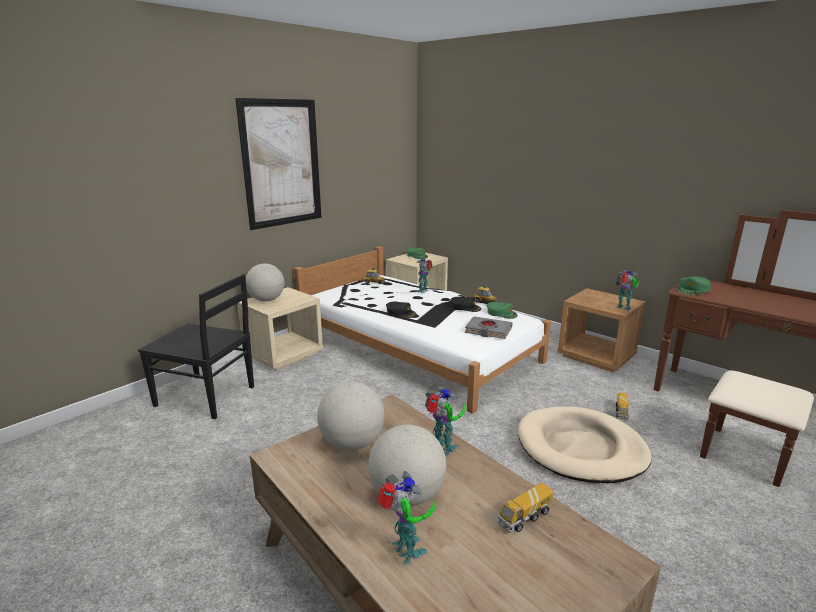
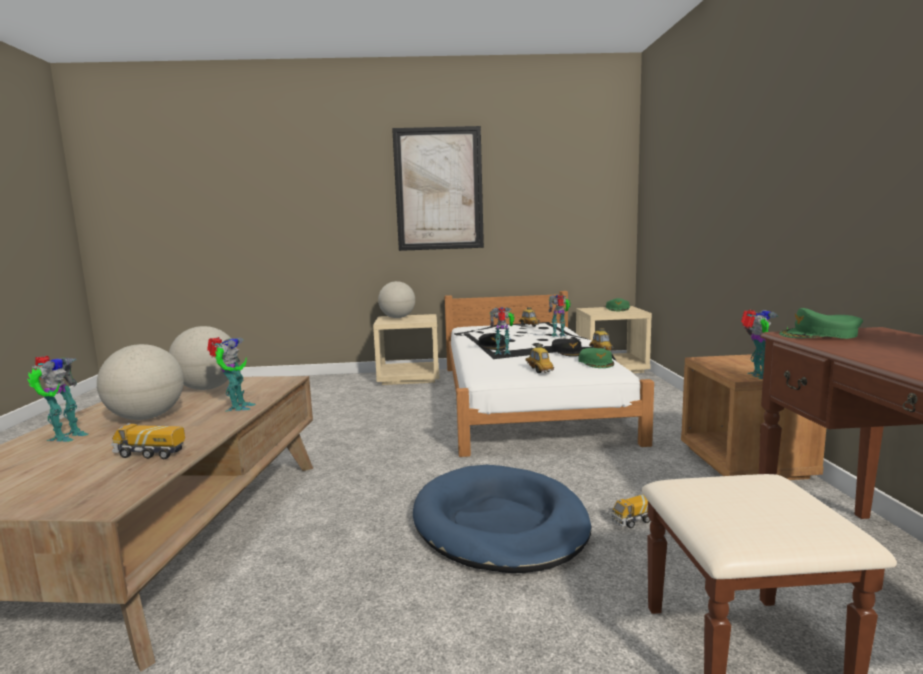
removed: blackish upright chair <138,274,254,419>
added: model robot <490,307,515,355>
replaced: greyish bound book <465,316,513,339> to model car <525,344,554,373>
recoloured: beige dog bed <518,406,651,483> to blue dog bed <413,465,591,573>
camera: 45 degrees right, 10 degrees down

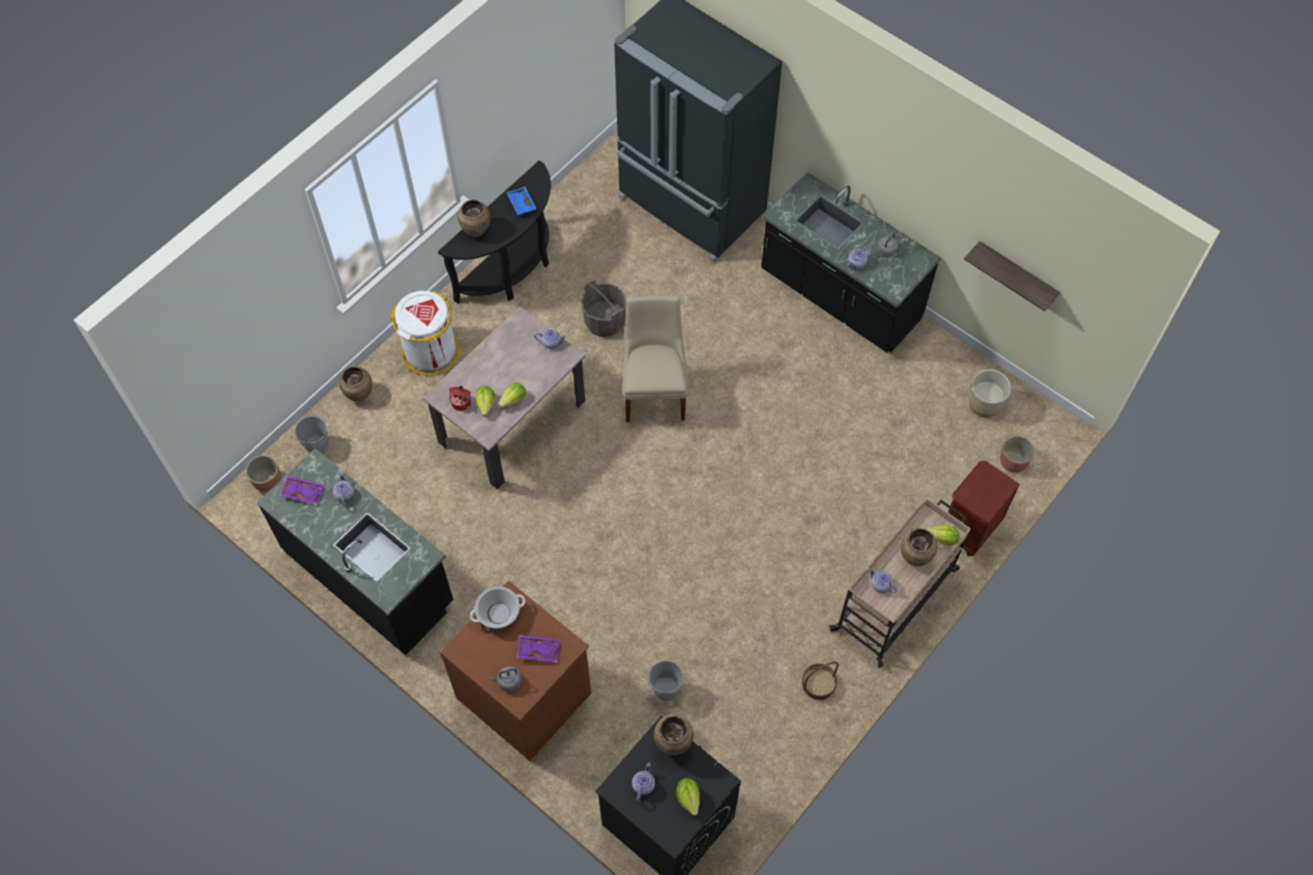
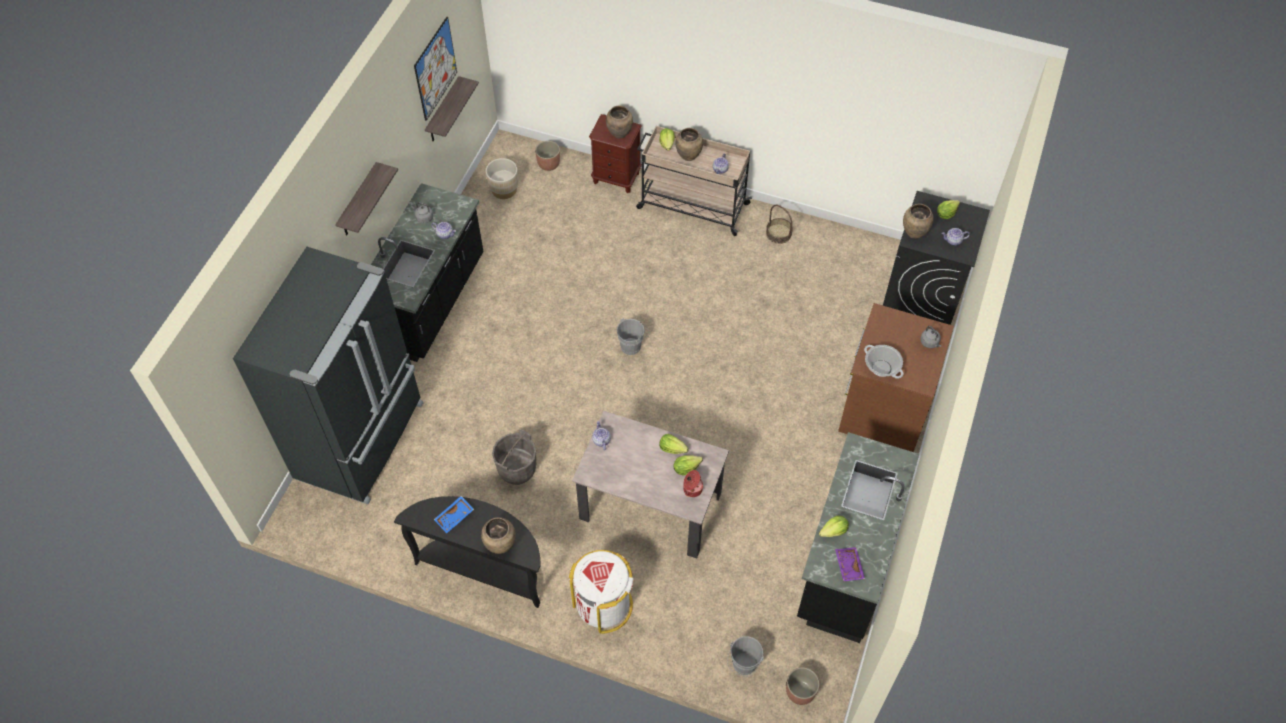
removed: purple-coloured carrying tray <517,635,560,662>; beige upright chair <623,295,688,422>
added: bracket shelf <335,162,398,235>; picture <414,17,457,121>
moved: brown flower vase <339,366,372,401> to <606,105,633,138>; greyish water bucket <647,660,685,703> to <617,318,649,355>
replaced: pot for tea <333,473,354,506> to head of lettuce <819,516,849,537>
camera: 110 degrees left, 5 degrees down

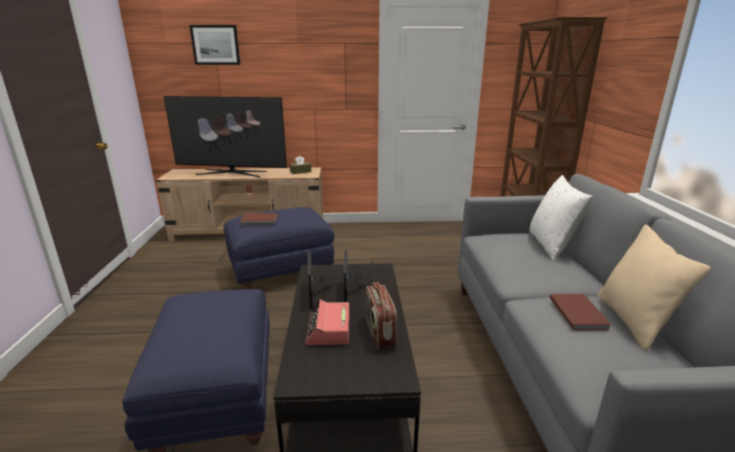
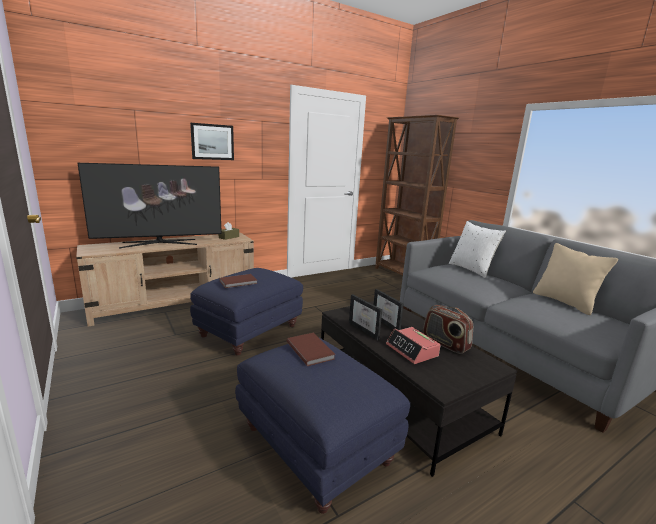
moved: picture <190,25,240,65> to <190,123,234,160>; brown bound book <550,294,611,330> to <287,333,335,366>
camera: 30 degrees left, 5 degrees down

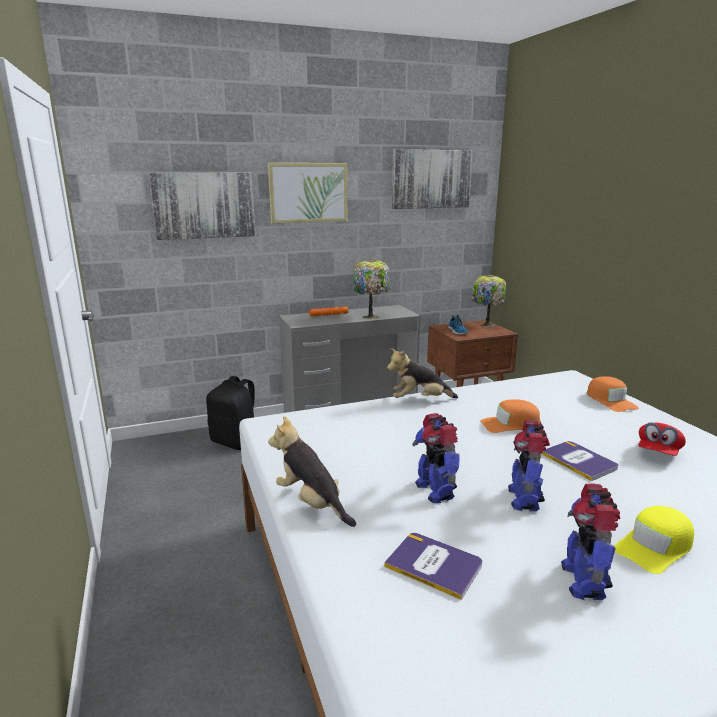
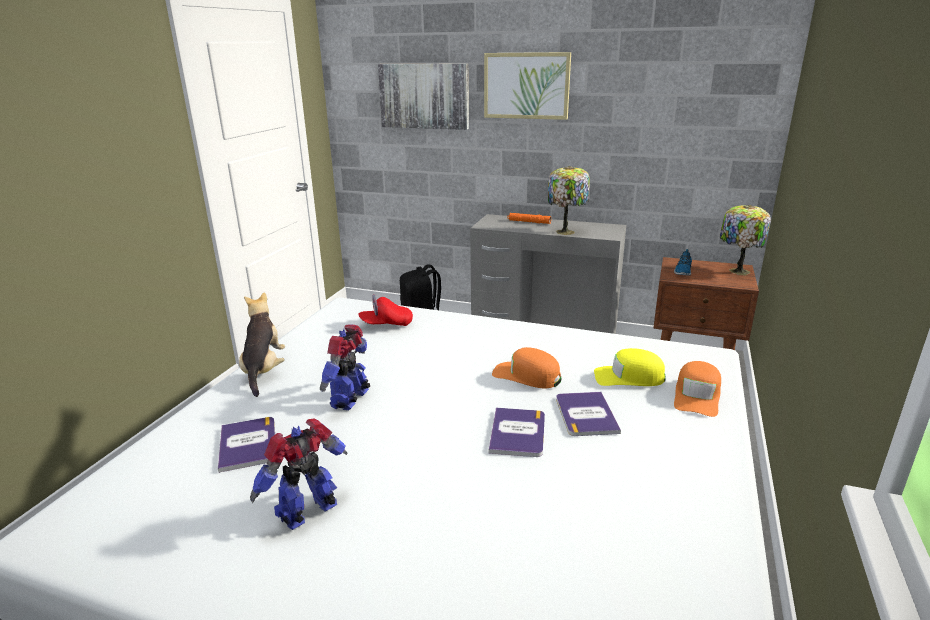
removed: plush toy <387,348,458,399>; picture <392,149,473,209>; model robot <508,420,550,511>
added: bound book <556,392,621,436>
moved: red-coloured cap <638,423,686,456> to <358,294,413,326>; yellow-coloured cap <615,506,694,574> to <594,348,666,386>
camera: 40 degrees right, 5 degrees up

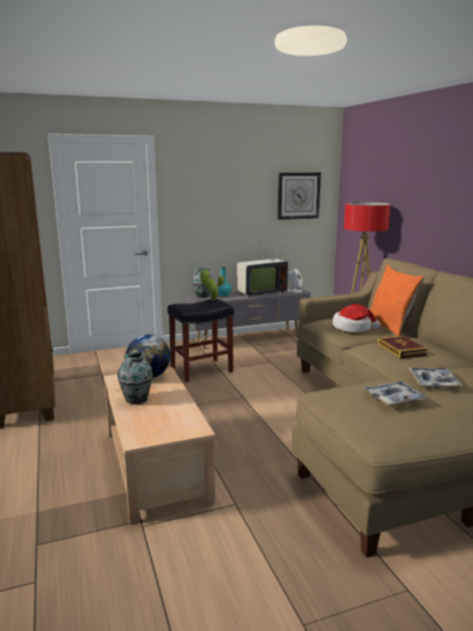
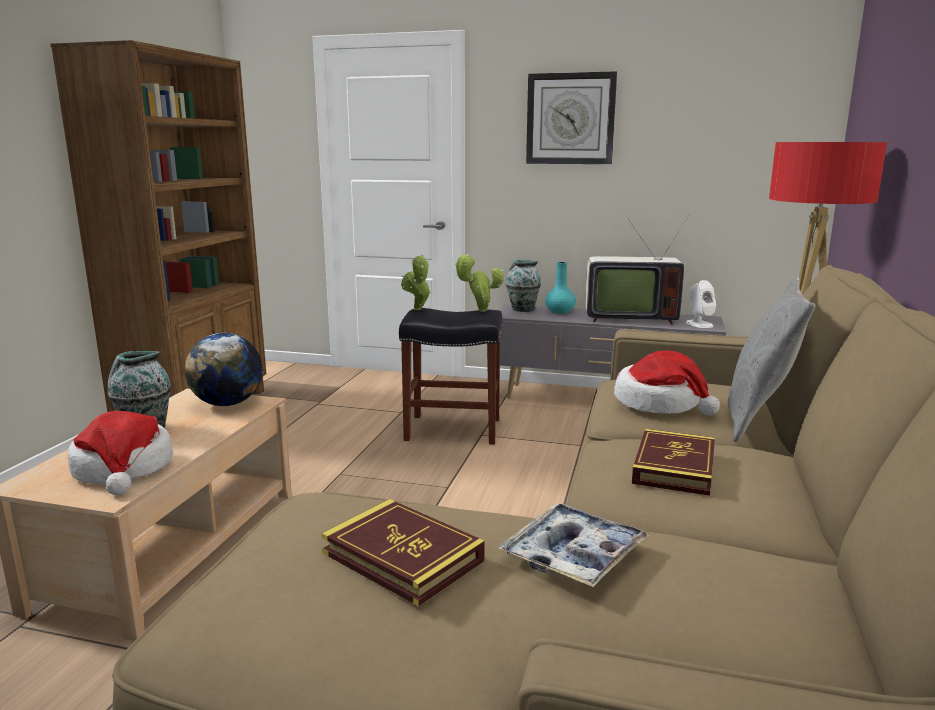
added: clothing hat <68,411,172,495>; plant in a pot <401,255,431,310>
moved: hanging clock <277,172,321,220> to <526,71,617,164>
replaced: carrying tray <364,381,429,406> to bound book <322,499,485,606>
recoloured: orangey cushion <370,265,424,336> to greyish cushion <728,276,816,442>
camera: 35 degrees right, 0 degrees up

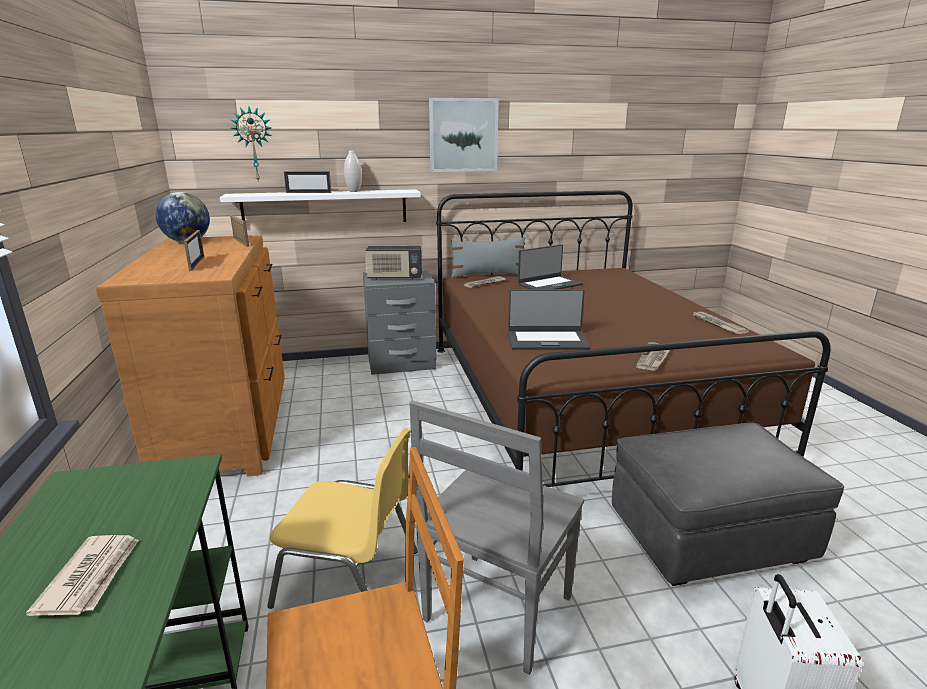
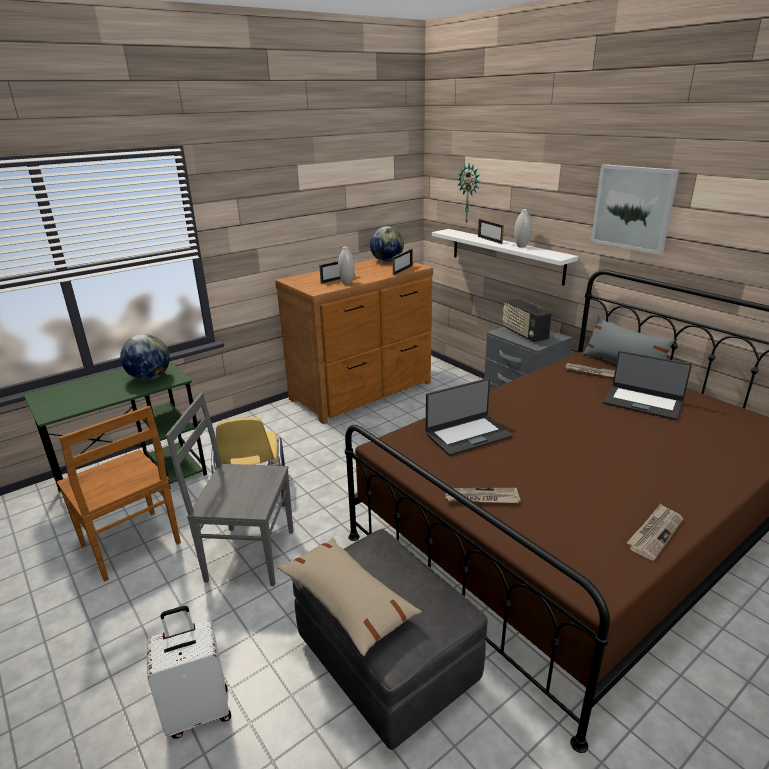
removed: daily paper <26,535,139,616>
added: globe <120,334,170,380>; beige cushion <278,538,422,656>; white flower vase <338,246,355,284>
turned: portable computer <508,289,590,350> = <426,378,513,456> 90 degrees counterclockwise
camera: 65 degrees right, 5 degrees up

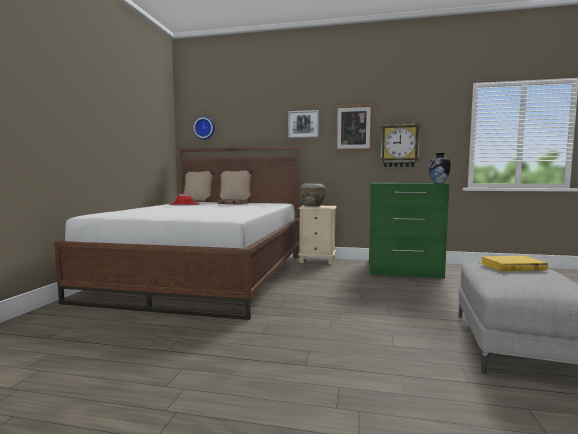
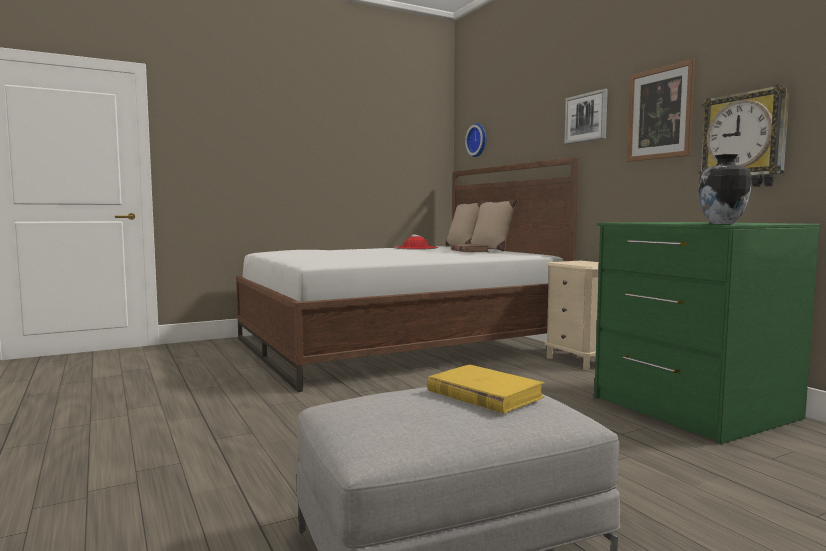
removed: beige flower vase <300,182,326,206>
camera: 50 degrees right, 0 degrees up

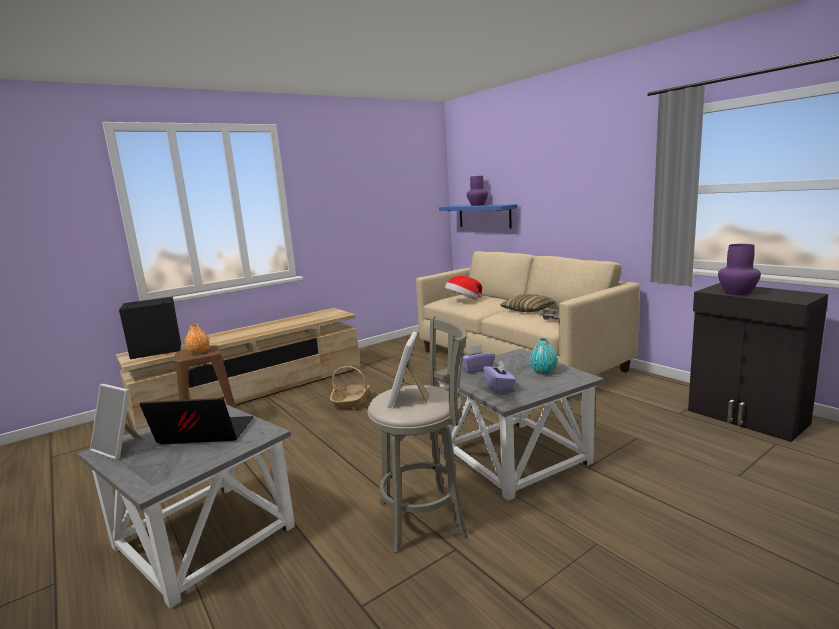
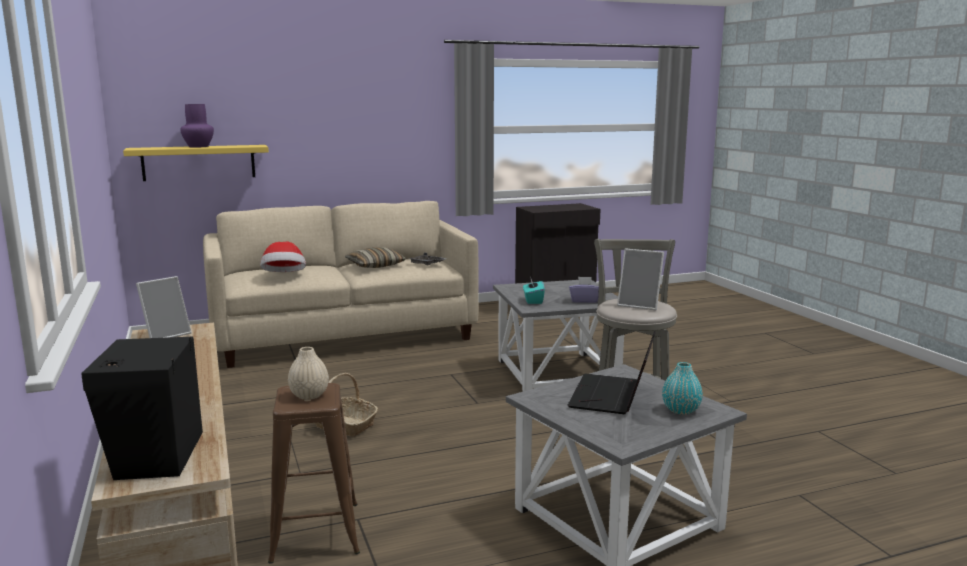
removed: purple-coloured flower vase <718,244,761,295>
moved: standing frame <90,384,145,460> to <136,276,192,338>; blue-green flower vase <530,338,558,374> to <662,362,703,415>
recoloured: blue bracket shelf <439,204,518,228> to yellow-coloured bracket shelf <123,145,269,181>; orangey flower vase <185,324,210,354> to beige flower vase <288,347,329,400>; purple-coloured tissue holder <462,344,495,374> to blue-green tissue holder <523,276,545,304>
camera: 75 degrees left, 0 degrees up

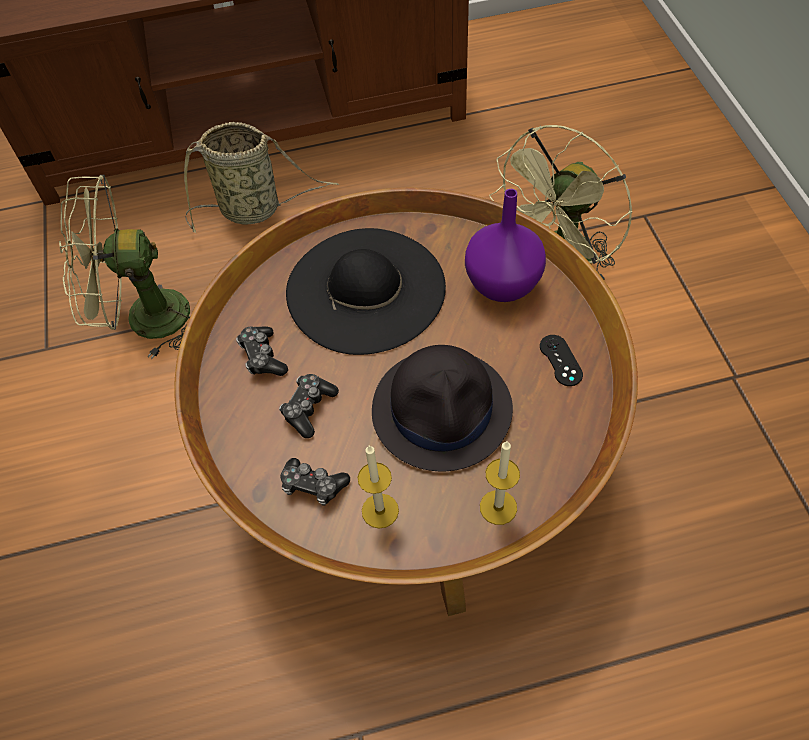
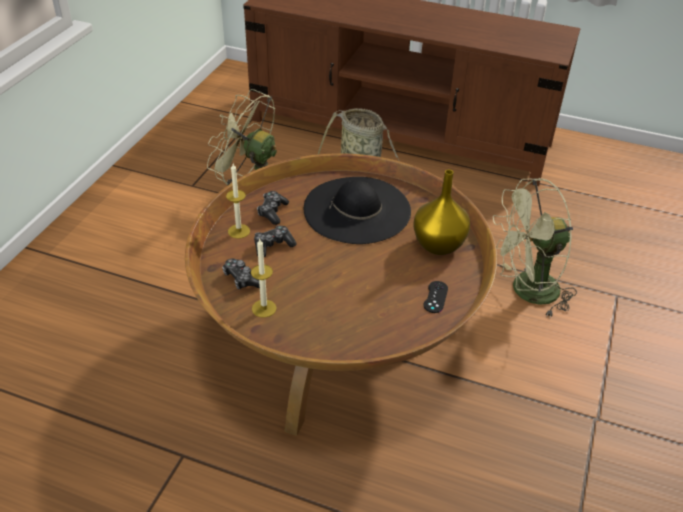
removed: blackish clothing hat <372,345,513,471>
moved: wax candle <480,441,520,525> to <226,164,250,239>
recoloured: purple-coloured flower vase <465,189,546,302> to yellow-coloured flower vase <413,170,470,255>
camera: 30 degrees right, 15 degrees down

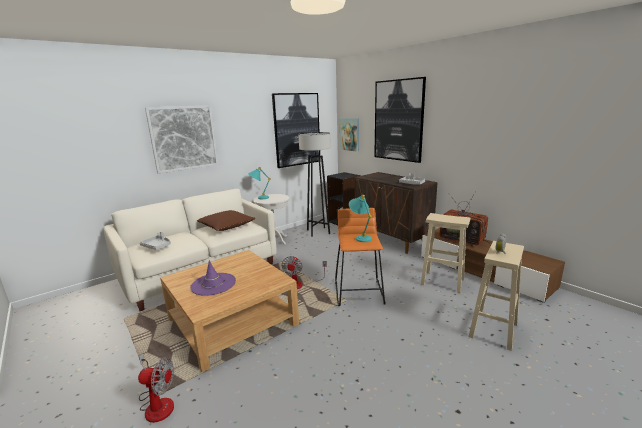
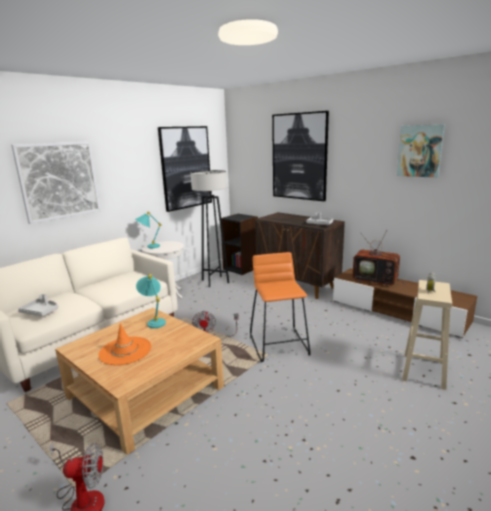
removed: brown cushion <197,210,255,231>; beige sitting stool <421,213,470,293>
moved: blue-green tabletop lamp <349,195,372,242> to <136,274,166,328>; picture <340,118,359,152> to <397,124,445,178>
recoloured: purple-coloured clothing hat <190,260,236,296> to orangey clothing hat <98,323,151,365>
camera: 10 degrees left, 0 degrees up

